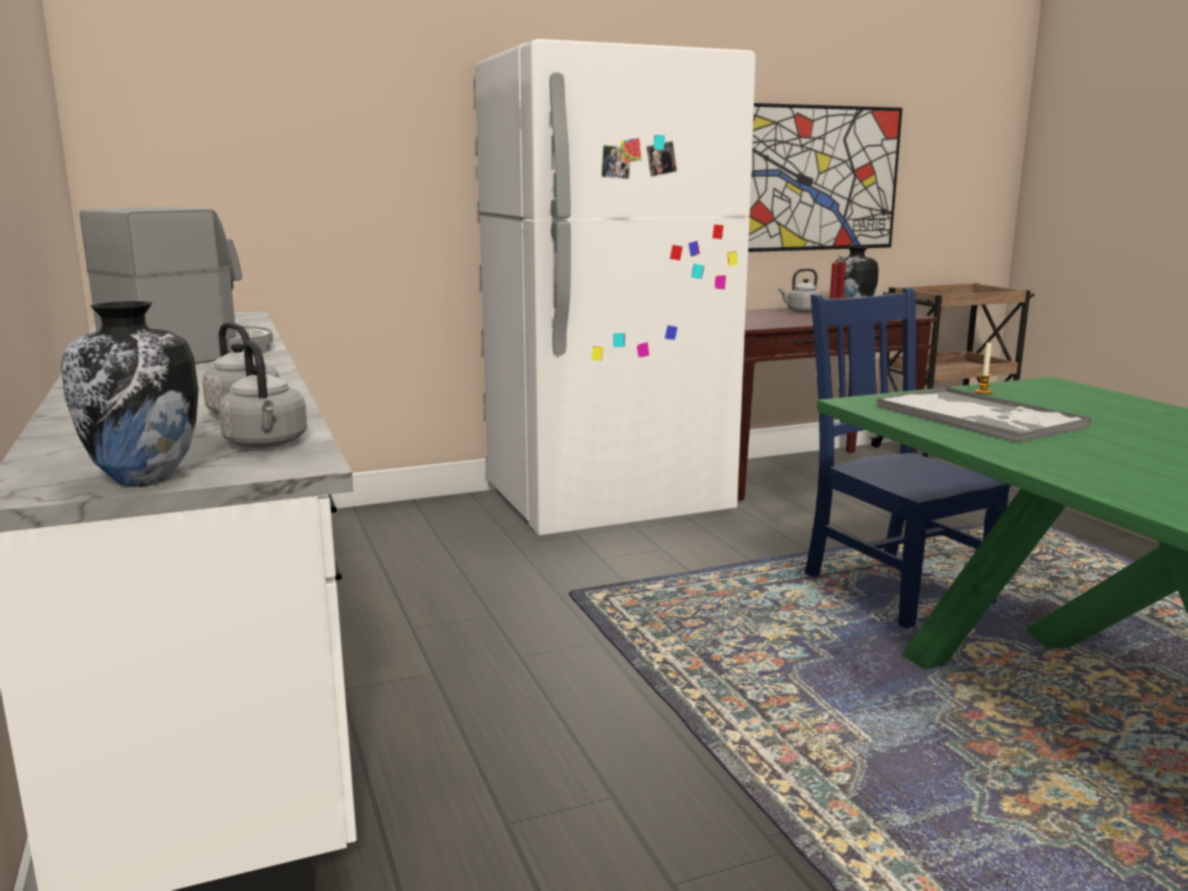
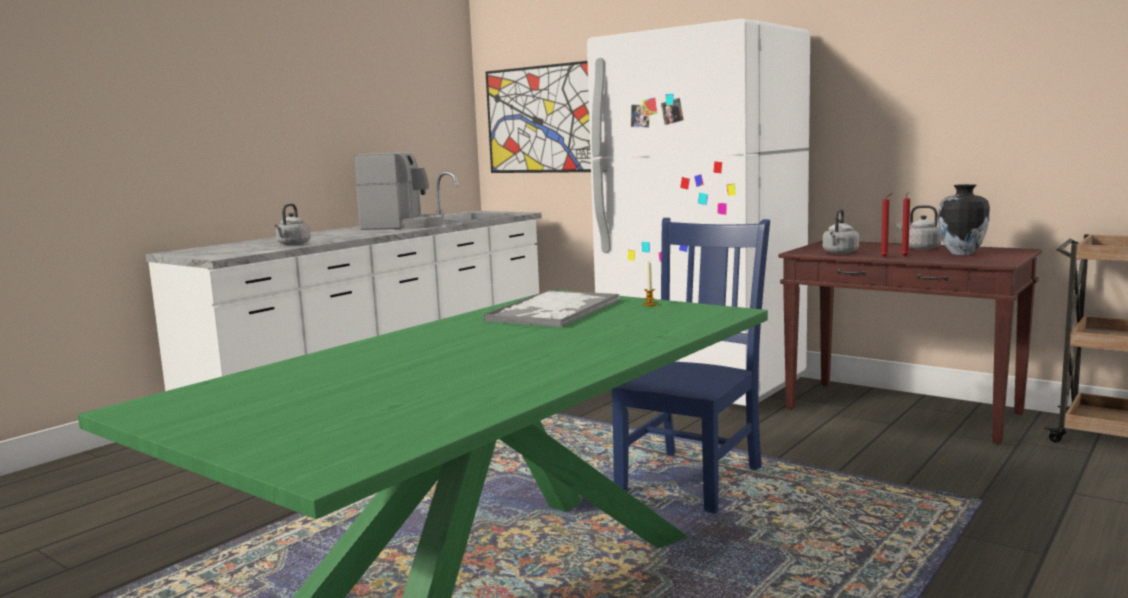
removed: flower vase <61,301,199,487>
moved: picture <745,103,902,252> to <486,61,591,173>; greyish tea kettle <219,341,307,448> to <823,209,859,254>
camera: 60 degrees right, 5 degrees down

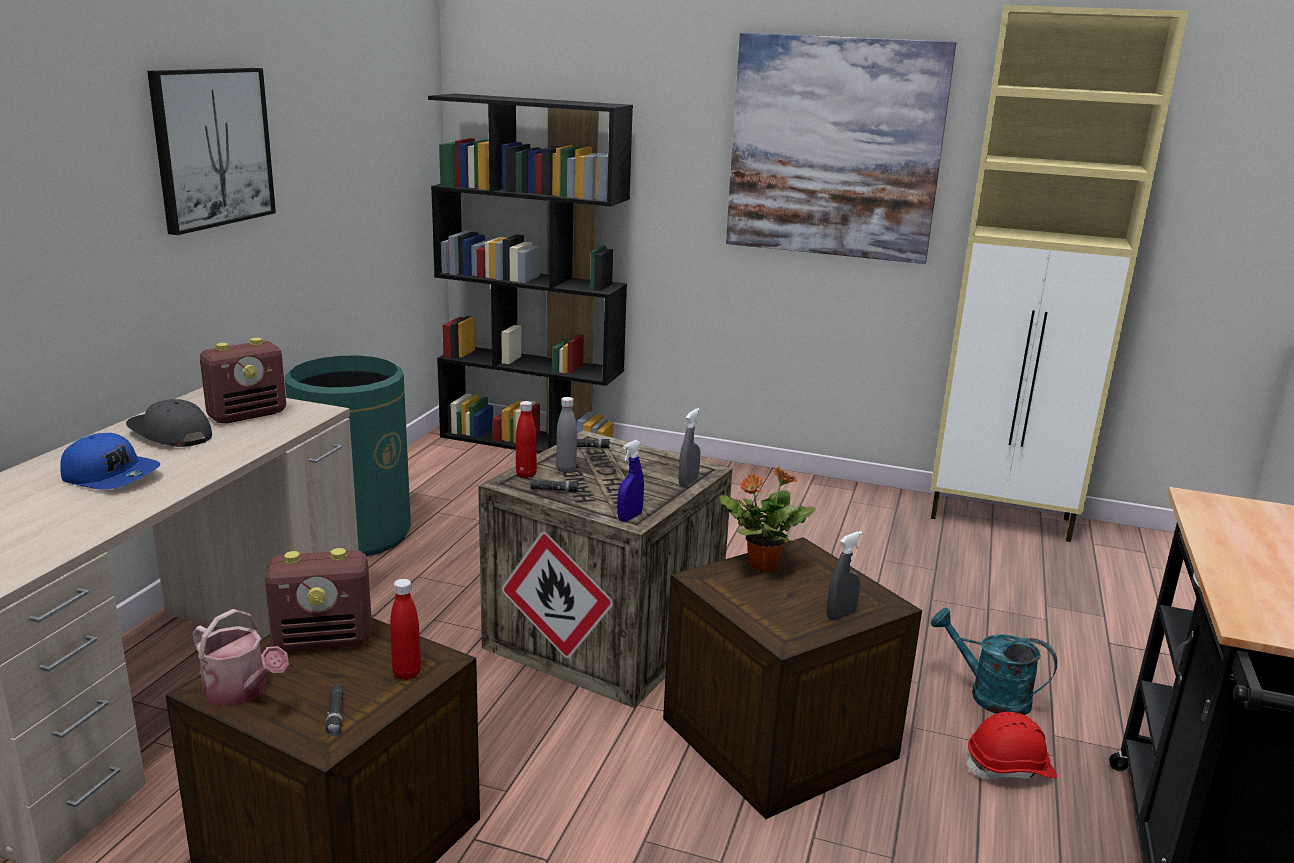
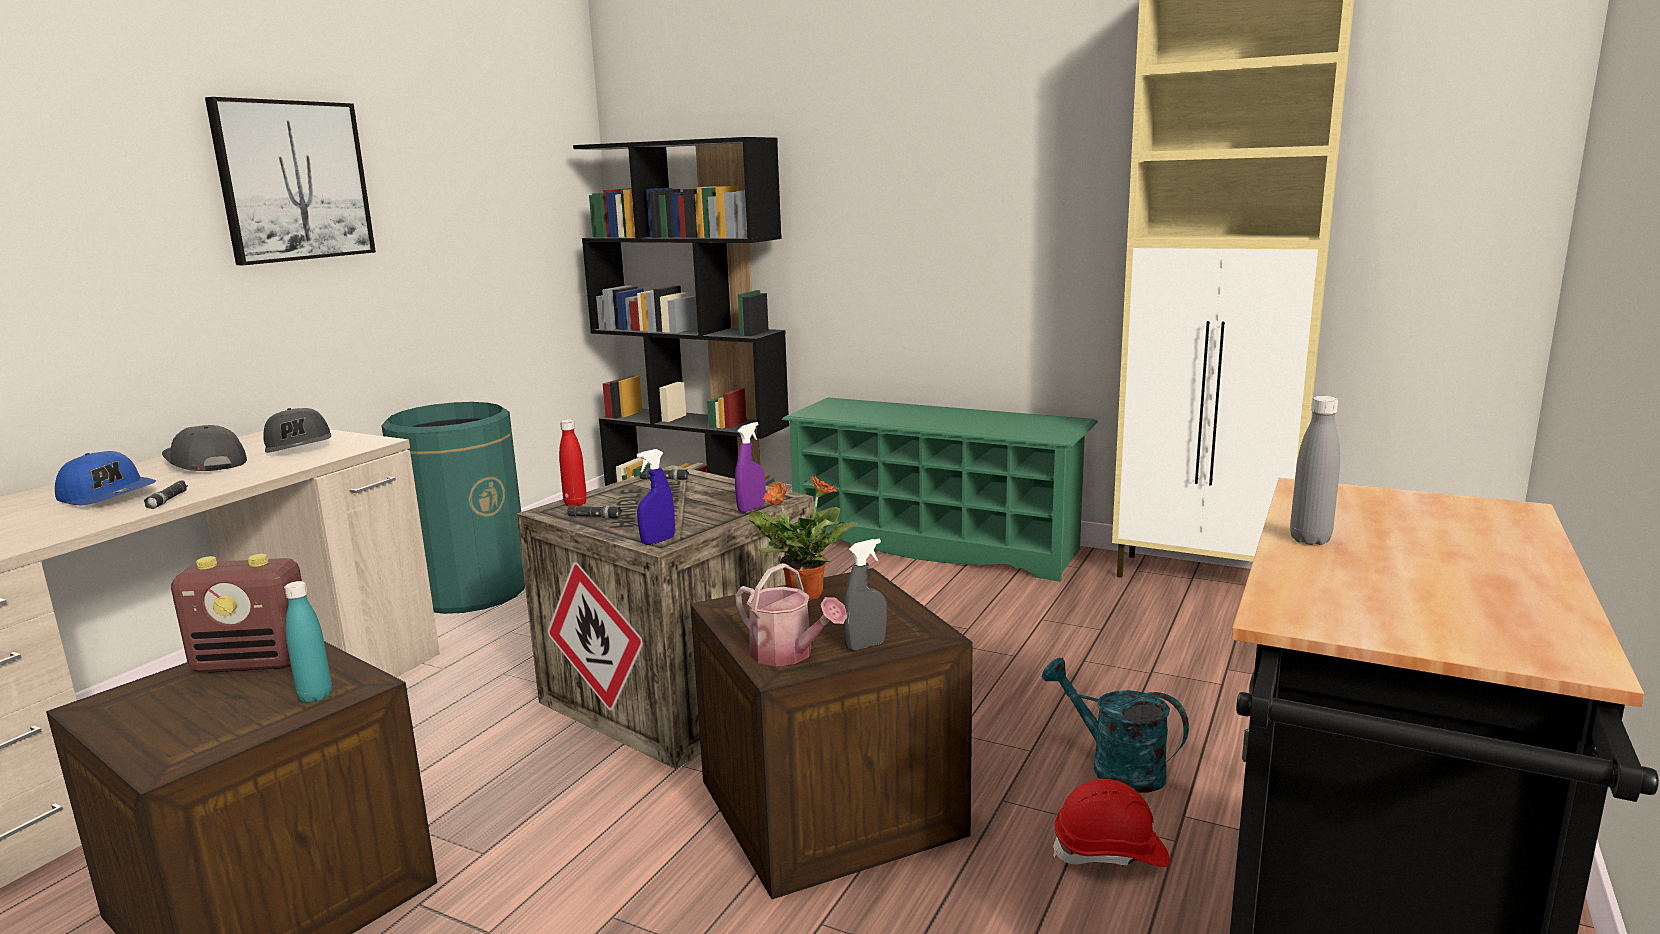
removed: picture <726,33,956,264>
added: green-coloured shoe rack <782,398,1098,582>
moved: blackish hand torch <326,684,344,736> to <144,480,188,509>; watering pot <193,609,289,707> to <735,563,847,666>; greyish bottle <556,397,577,473> to <1290,396,1340,545>
replaced: radio <200,338,286,424> to greyish cap <263,408,331,453>
recoloured: red-coloured bottle <390,579,421,680> to blue-green bottle <284,581,332,703>; greyish spray bottle <679,408,700,487> to purple-coloured spray bottle <735,422,765,513>
camera: 10 degrees right, 5 degrees down

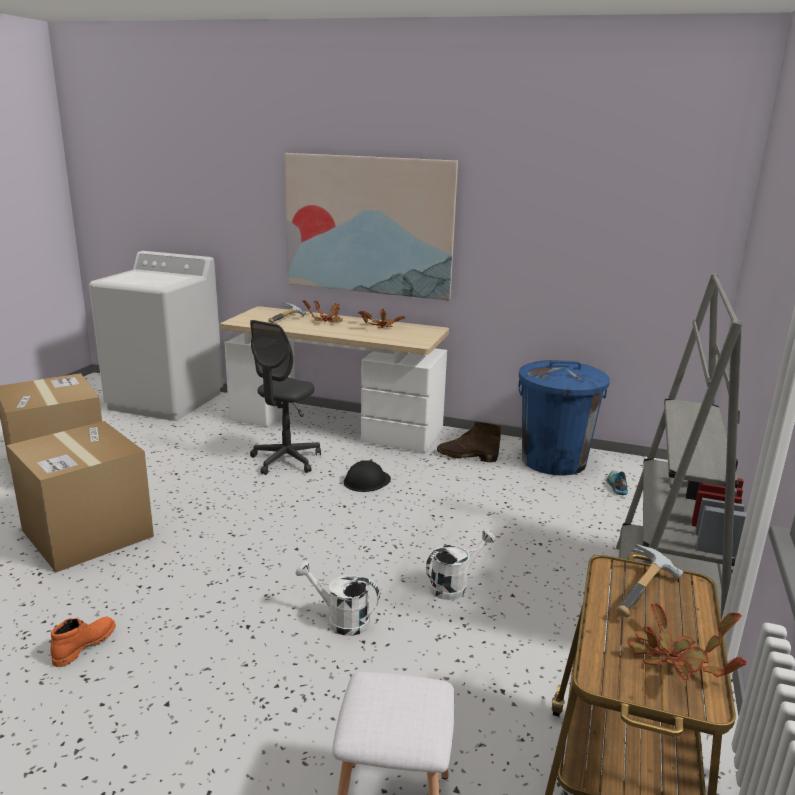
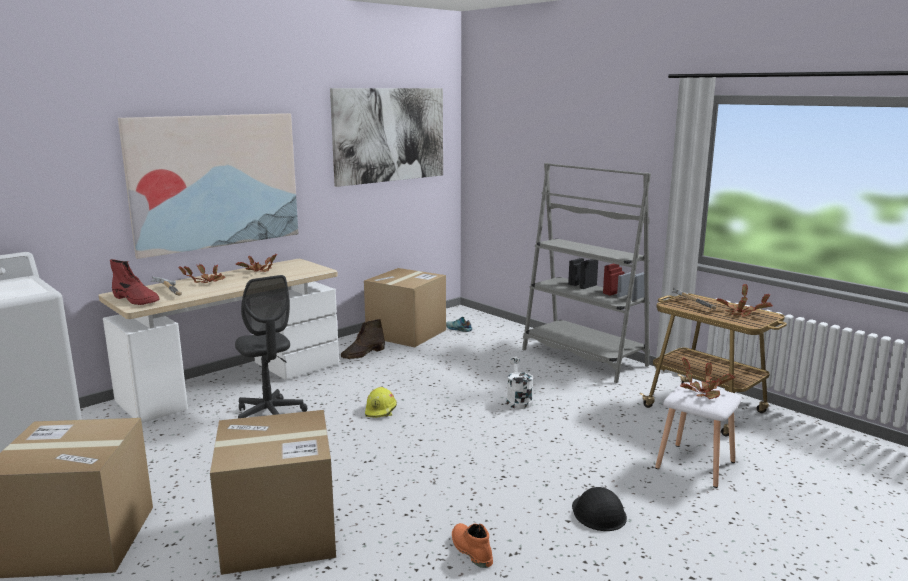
removed: white watering pot <295,561,380,636>
added: red-coloured high-top boot <110,259,160,305>; picture <330,88,443,187>; yellow-coloured work helmet <365,387,397,418>; plant in a pot <680,357,735,399>
moved: blackish work helmet <344,460,391,492> to <572,487,627,531>
replaced: blue trash can <518,360,610,475> to packing box <364,268,446,348>
camera: 60 degrees left, 5 degrees down

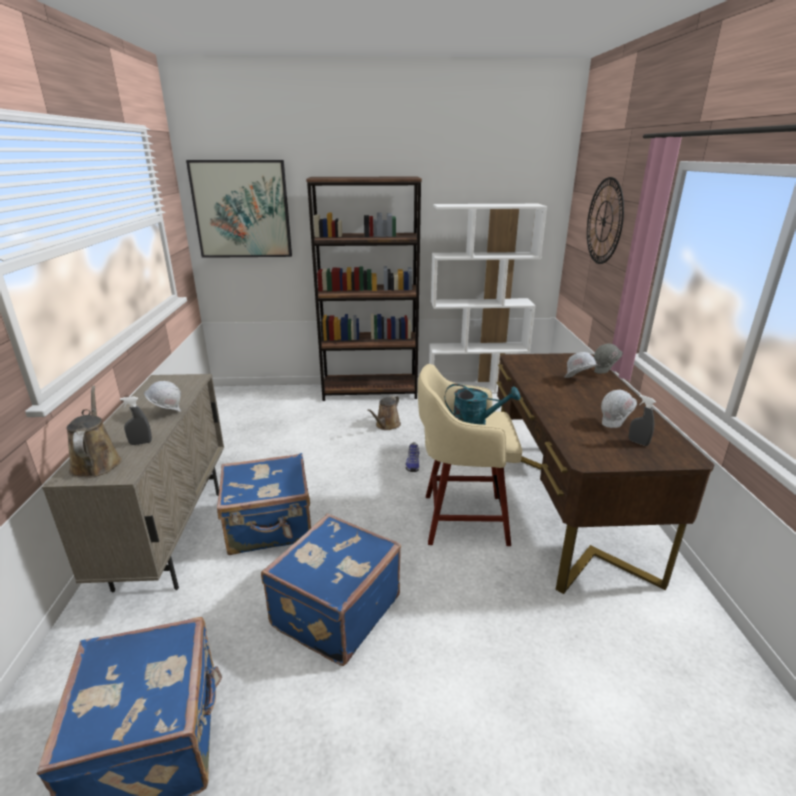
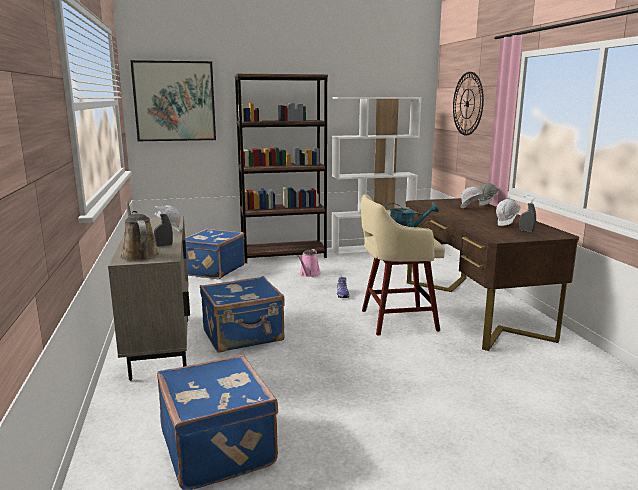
moved: blue suitcase <261,513,401,666> to <185,229,245,279>
recoloured: brown watering pot <367,395,401,430> to pinkish watering pot <297,249,321,277>
camera: 10 degrees left, 10 degrees down

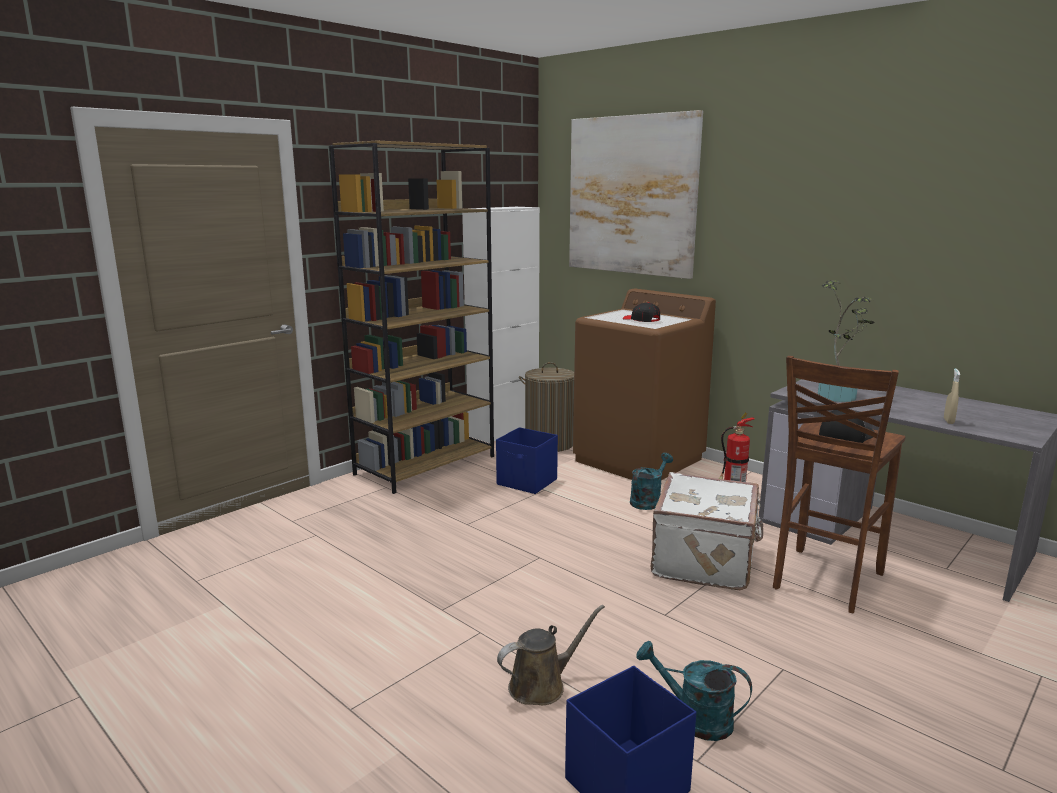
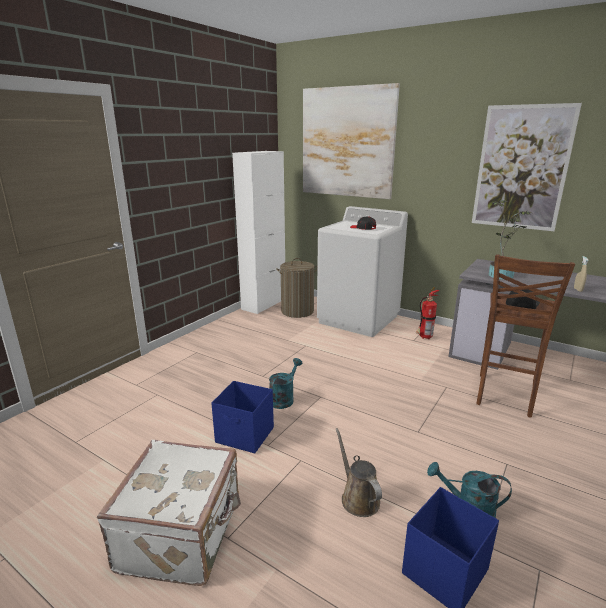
removed: brown bookcase <329,141,494,494>
added: picture <472,103,582,231>
moved: white suitcase <651,472,763,590> to <97,440,241,586>; blue storage bin <496,427,558,494> to <211,381,274,453>; blue-green watering pot <630,453,673,510> to <269,358,303,409>
recoloured: brown laundry appliance <573,288,716,480> to white laundry appliance <317,206,408,337>
turned: brown watering pot <497,605,605,705> = <336,428,382,517> 75 degrees counterclockwise
camera: 10 degrees left, 5 degrees up

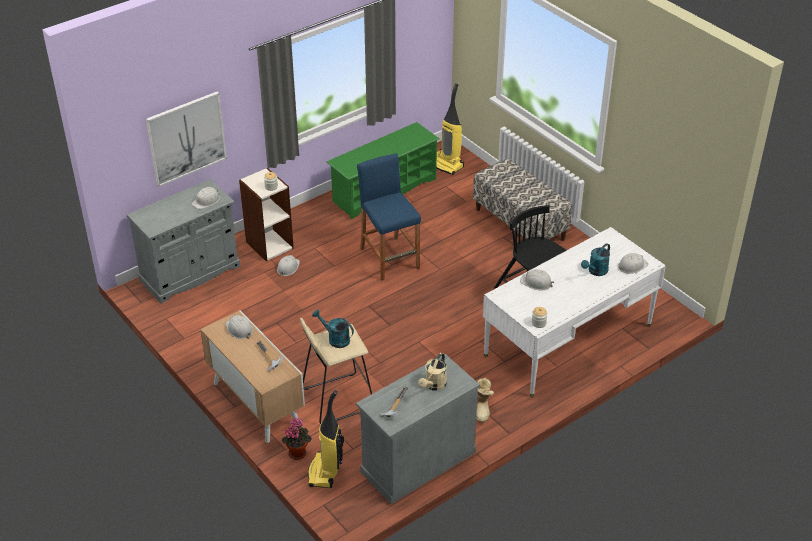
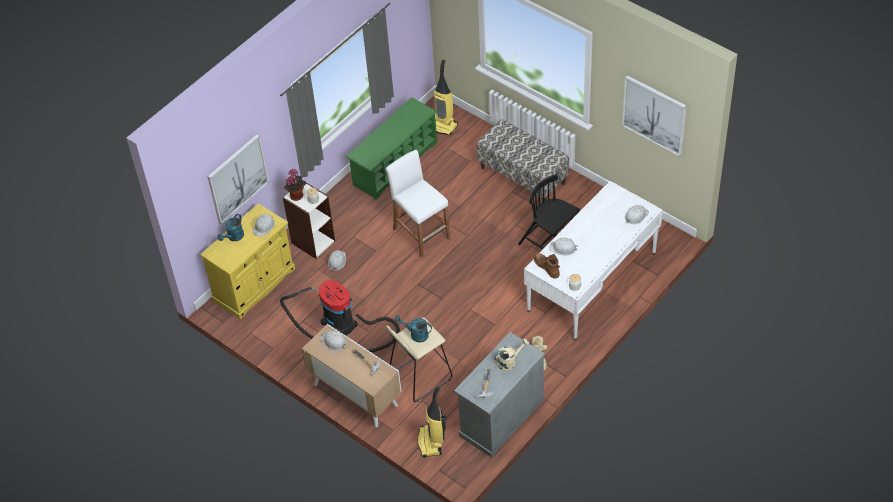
added: hoover <280,280,400,352>; brown high-top boot <533,253,560,279>; picture <622,75,687,157>
moved: blue-green watering pot <581,243,610,276> to <217,214,244,241>; plant in a pot <282,417,311,460> to <284,169,306,201>
recoloured: greyish cabinet <126,179,240,303> to yellow-coloured cabinet <200,203,295,320>; blue sitting stool <357,153,421,281> to white sitting stool <386,150,450,257>
turned: beige watering pot <418,353,447,391> = <494,339,529,371> 135 degrees counterclockwise
camera: 10 degrees left, 10 degrees up

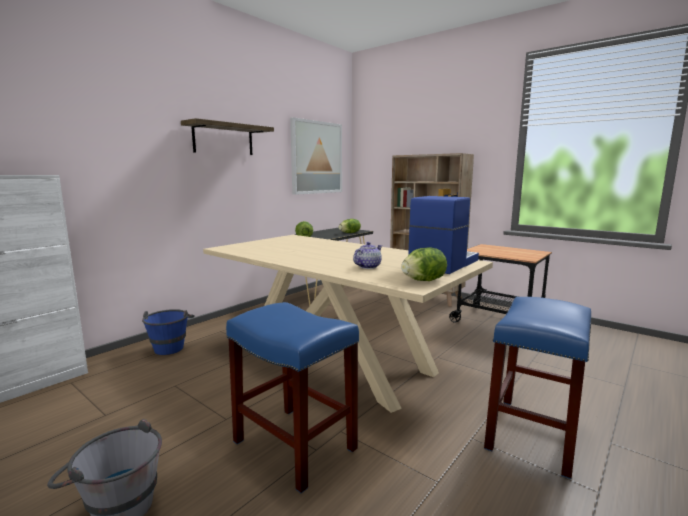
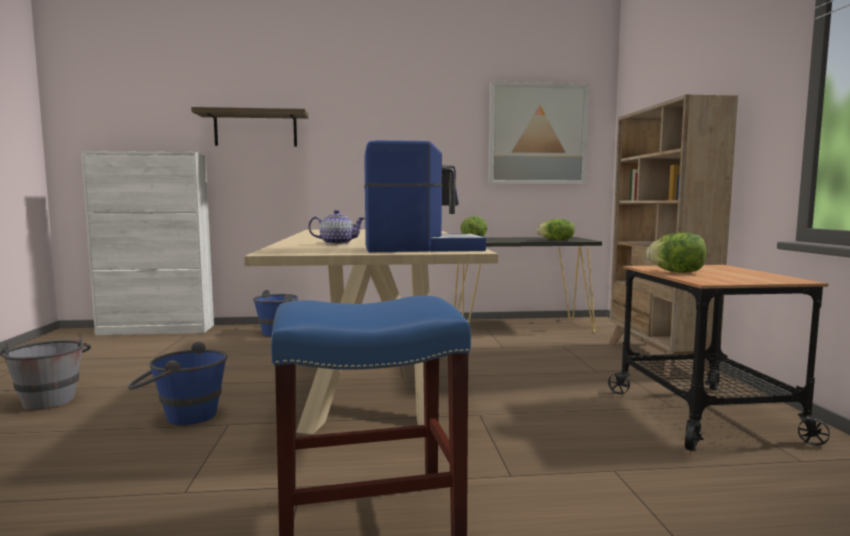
moved: bracket shelf <181,118,274,155> to <191,107,309,147>; head of lettuce <401,247,447,281> to <646,233,706,273>
replaced: blue sitting stool <226,302,359,493> to blue water bucket <128,341,228,425>
camera: 45 degrees right, 5 degrees down

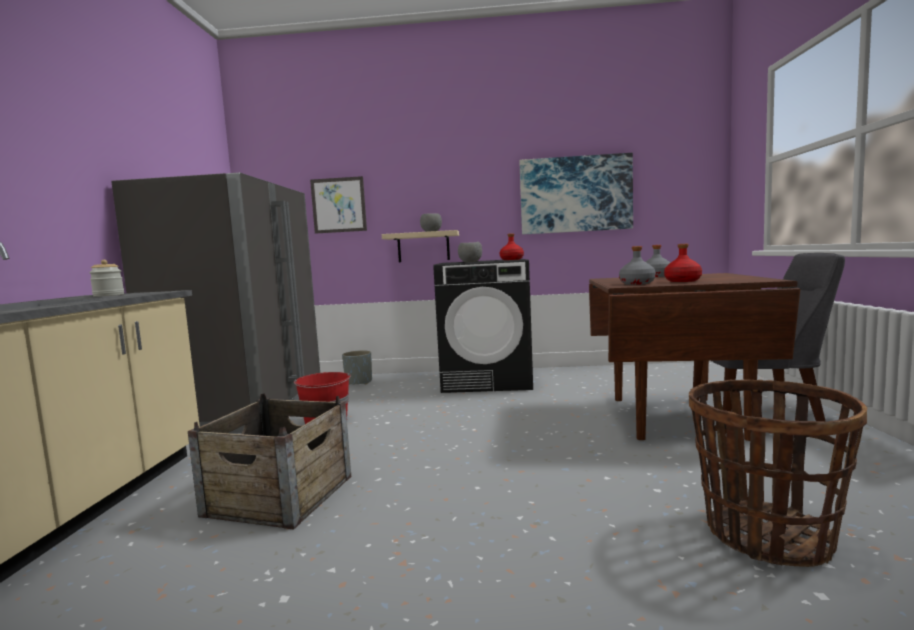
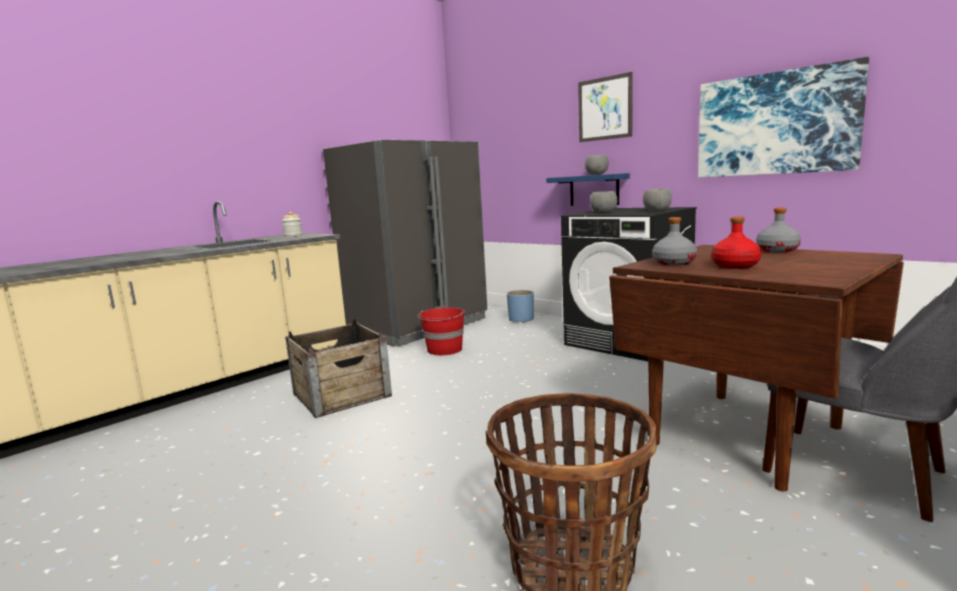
moved: picture <310,176,367,234> to <578,72,633,142>
replaced: red-coloured bottle <500,233,524,260> to greyish serving bowl <643,188,672,212>
recoloured: greyish planter <342,350,372,385> to blue planter <507,290,534,323>; beige bracket shelf <382,230,459,262> to blue bracket shelf <546,173,630,206>
camera: 40 degrees right, 5 degrees up

